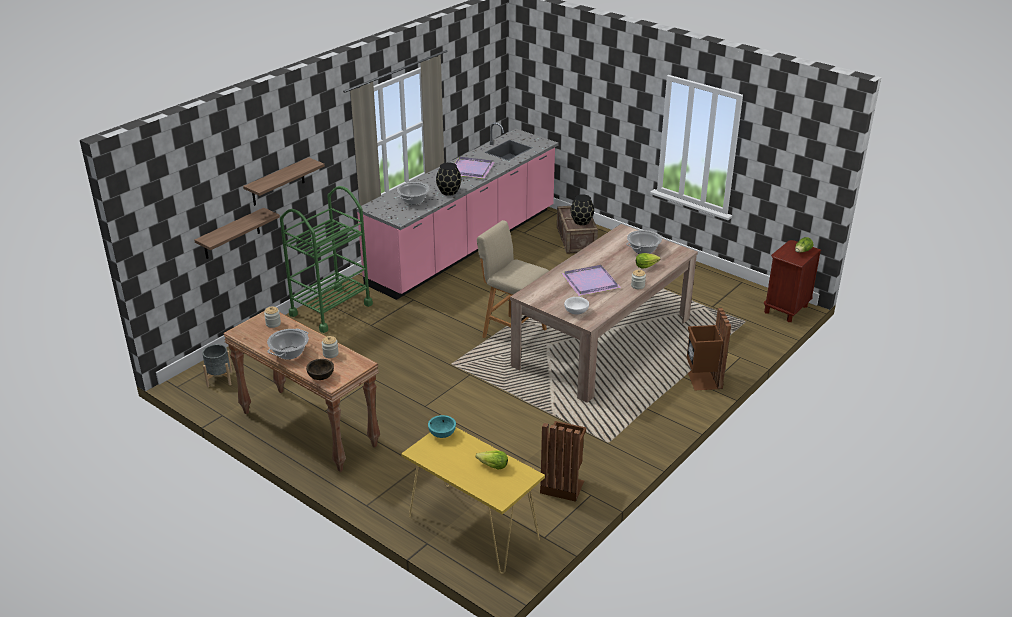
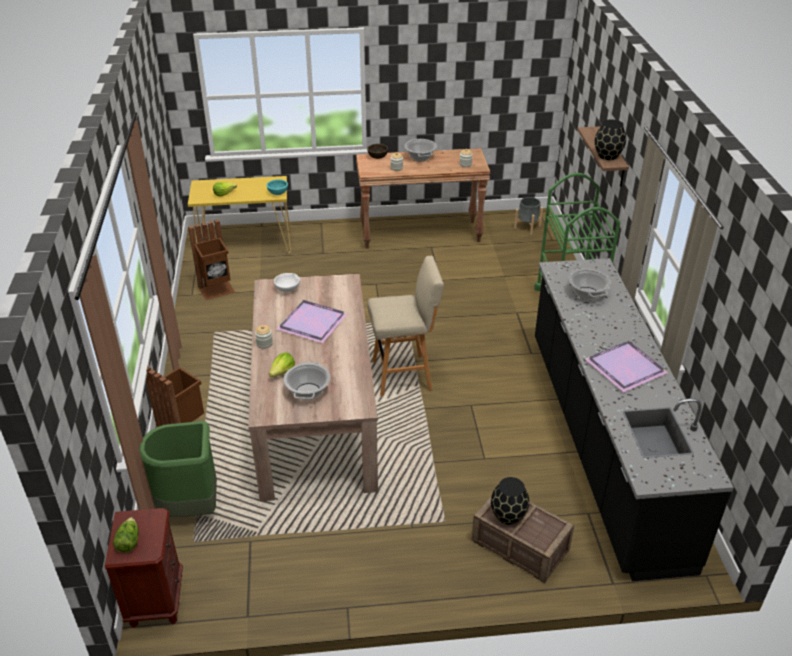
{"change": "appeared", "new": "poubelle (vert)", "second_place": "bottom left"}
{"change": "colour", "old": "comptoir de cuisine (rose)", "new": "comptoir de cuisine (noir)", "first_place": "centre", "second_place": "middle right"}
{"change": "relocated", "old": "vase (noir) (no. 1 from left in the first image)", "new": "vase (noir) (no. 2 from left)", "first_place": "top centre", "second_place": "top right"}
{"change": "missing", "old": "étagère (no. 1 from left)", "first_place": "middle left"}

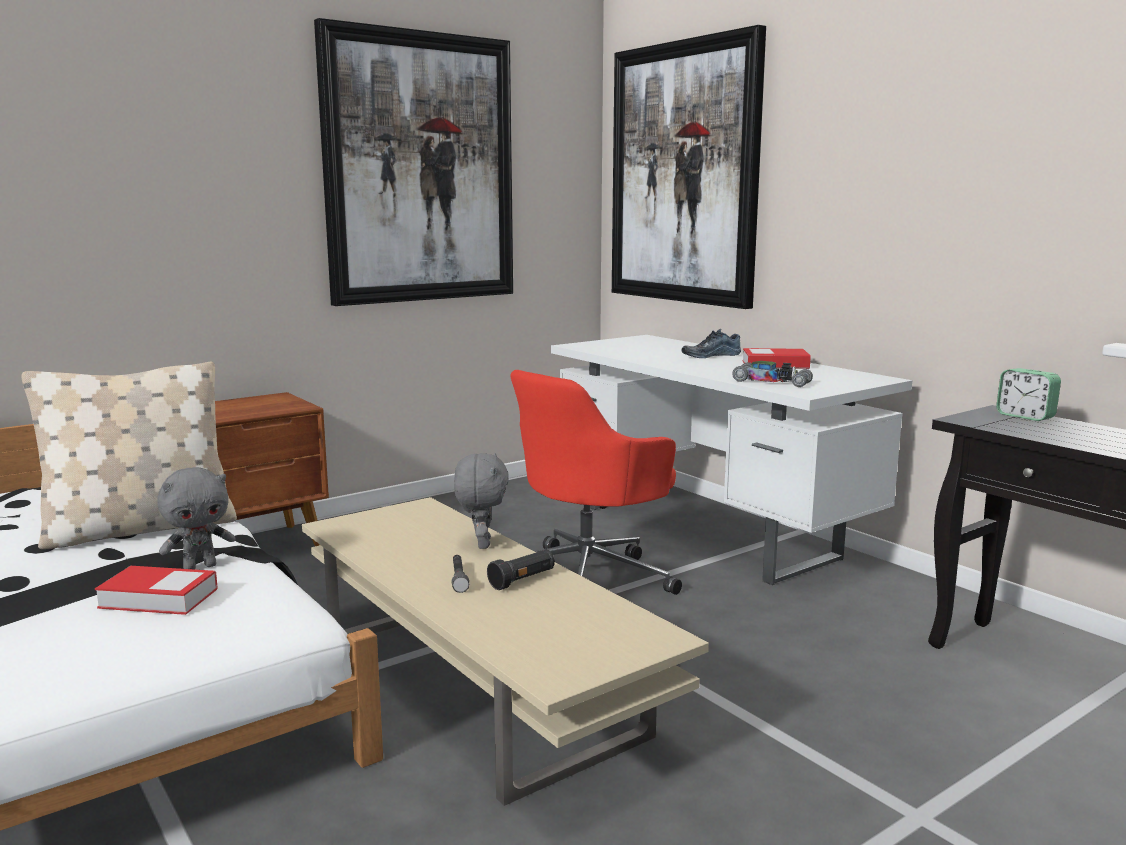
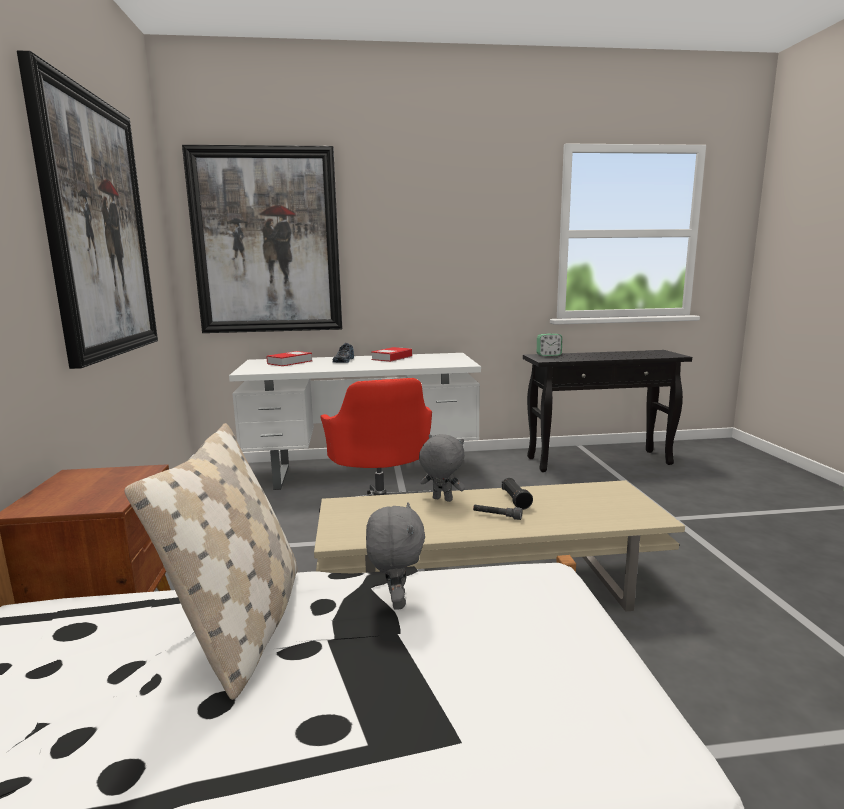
{"change": "relocated", "old": "livre (no. 1 from left)", "first_place": "bottom left", "second_place": "centre"}
{"change": "missing", "old": "petite voiture", "first_place": "middle right"}

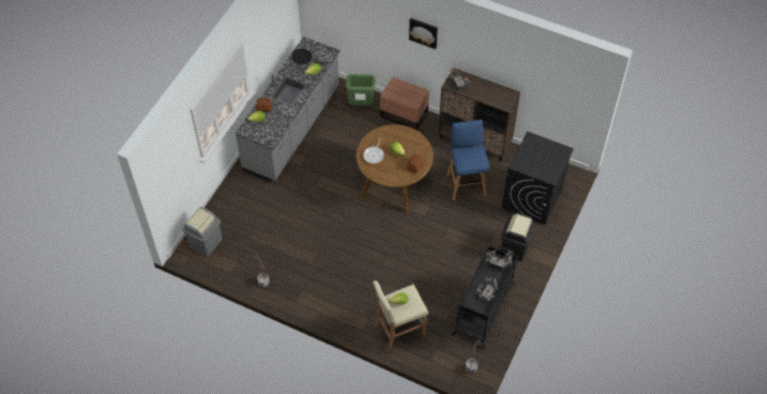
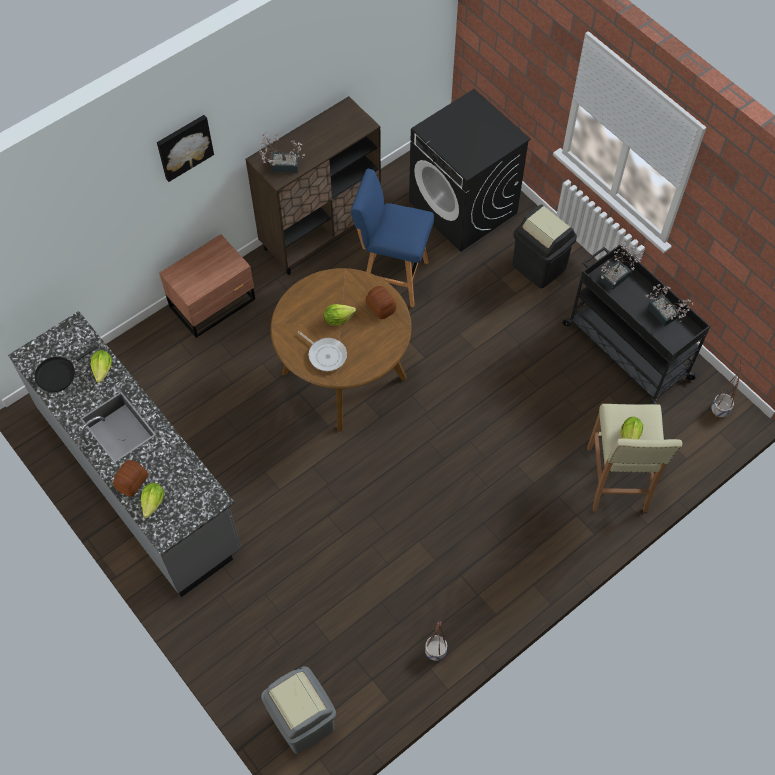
{"change": "missing", "old": "poubelle (vert)", "first_place": "top centre"}

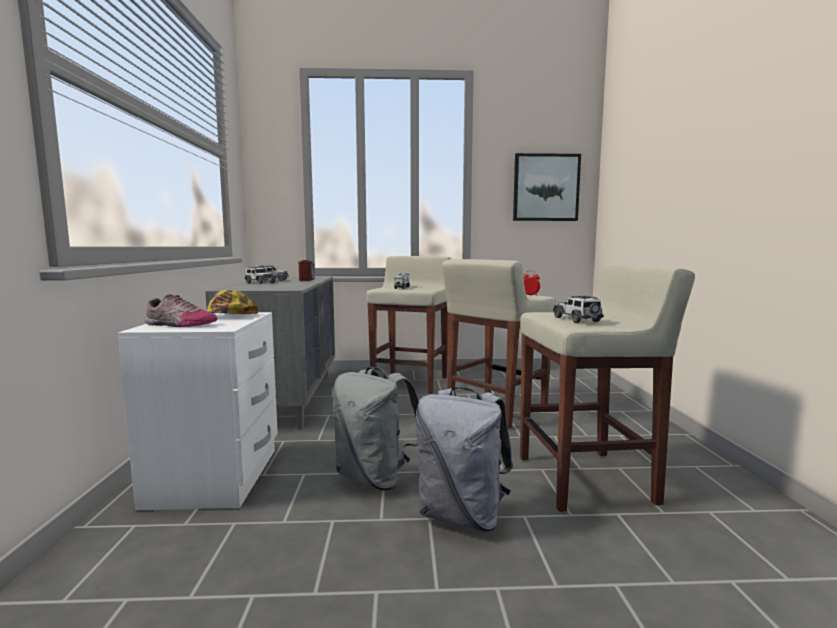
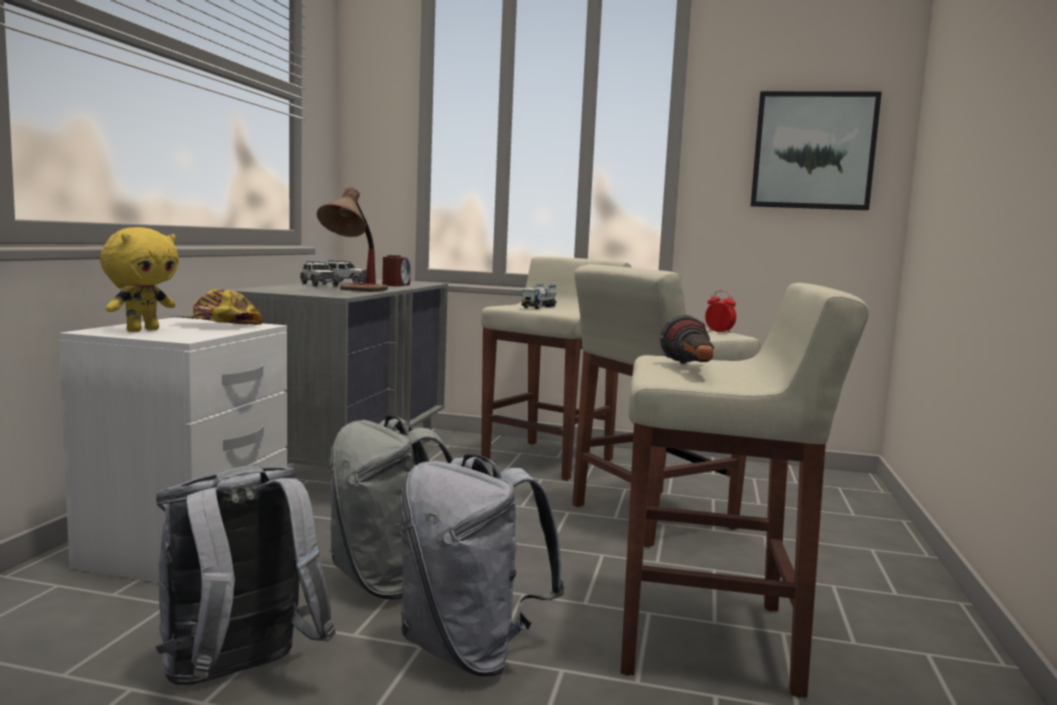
{"change": "exchanged", "old": "chaussure", "new": "peluche (jaune)", "first_place": "middle left", "second_place": "middle left"}
{"change": "appeared", "new": "sac à dos (gris) (no. 1 from left)", "second_place": "bottom left"}
{"change": "appeared", "new": "lampe de table", "second_place": "middle left"}
{"change": "exchanged", "old": "petite voiture (no. 3 from left)", "new": "lampe de poche", "first_place": "middle right", "second_place": "centre"}

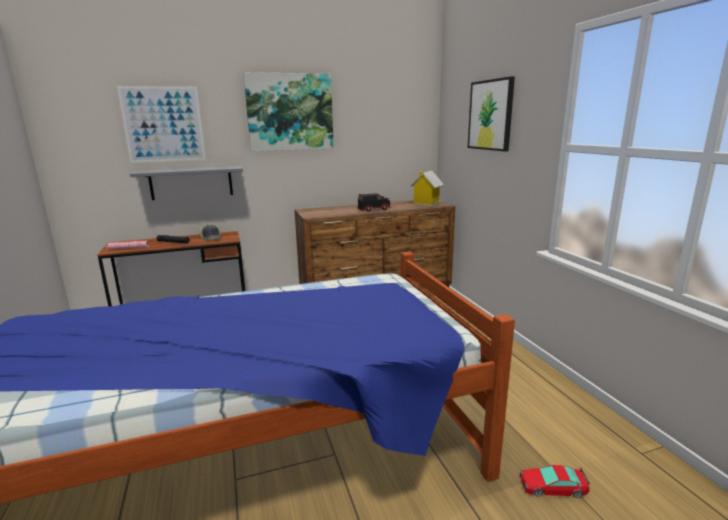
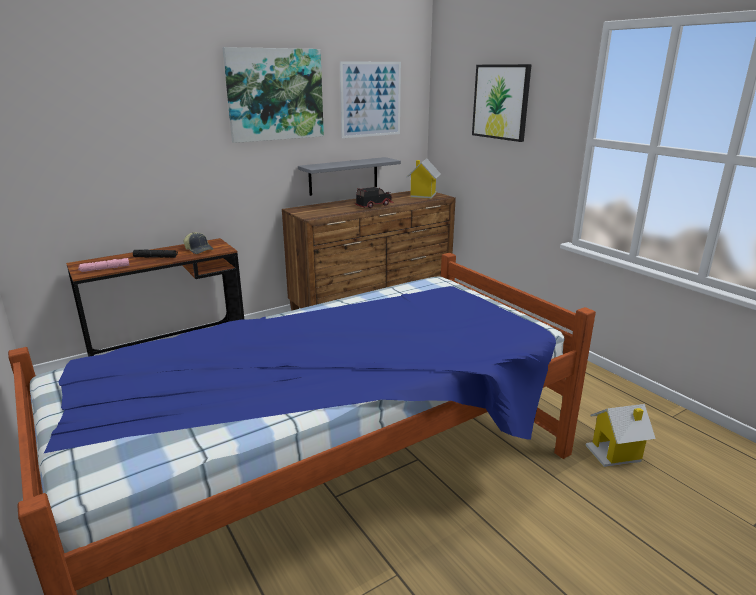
{"change": "relocated", "old": "étagère (gris)", "first_place": "middle left", "second_place": "top centre"}
{"change": "relocated", "old": "tableau (no. 1 from left in the first image)", "new": "tableau (no. 2 from left)", "first_place": "top left", "second_place": "top centre"}
{"change": "exchanged", "old": "petite voiture", "new": "maison miniature (no. 2 from left)", "first_place": "bottom right", "second_place": "bottom right"}

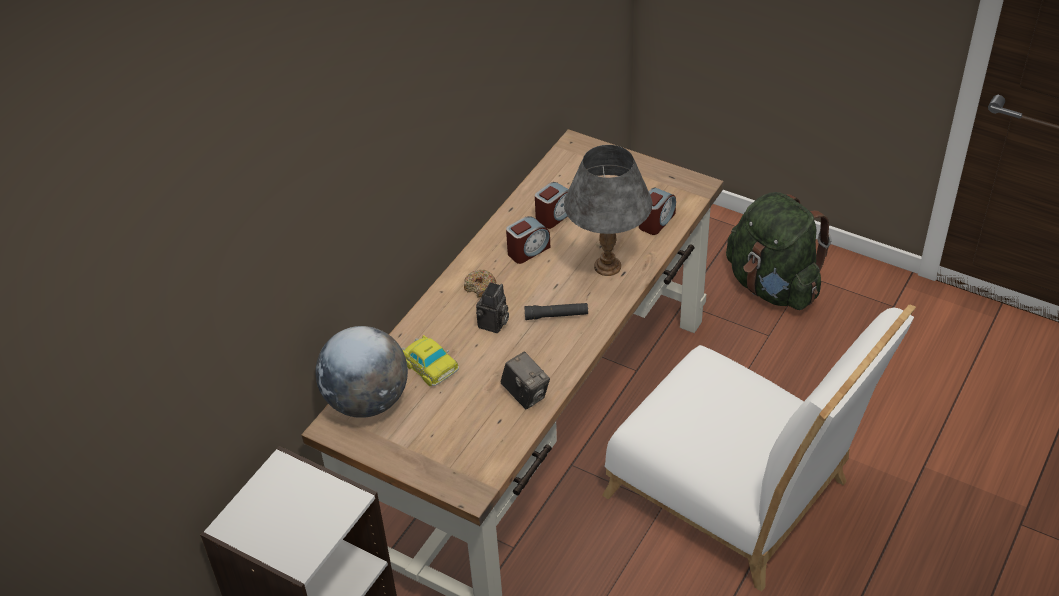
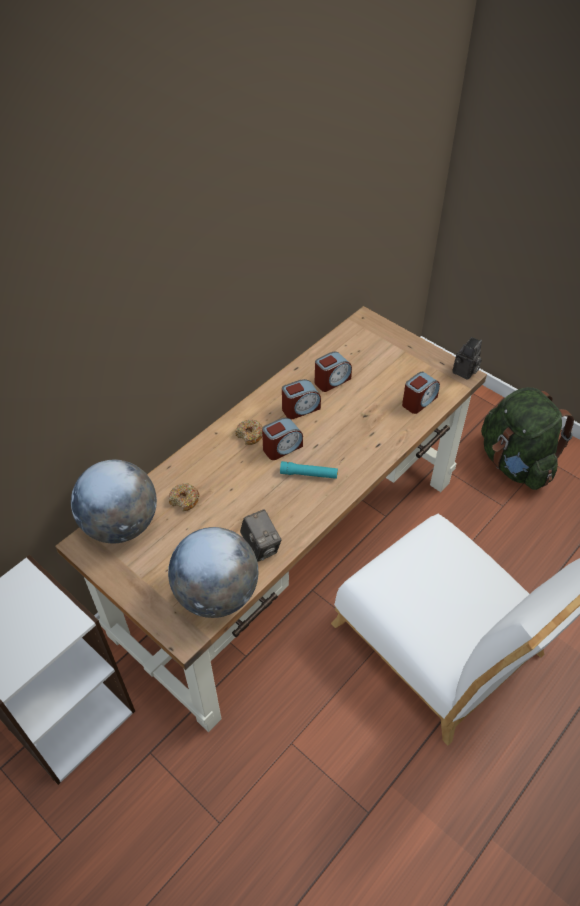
{"change": "appeared", "new": "globe (no. 2 from left)", "second_place": "centre"}
{"change": "exchanged", "old": "petite voiture", "new": "beignet (no. 1 from left)", "first_place": "centre", "second_place": "middle left"}
{"change": "appeared", "new": "réveil (no. 1 from left)", "second_place": "centre"}
{"change": "colour", "old": "lampe de poche (noir)", "new": "lampe de poche (turquoise)", "first_place": "centre", "second_place": "centre"}
{"change": "relocated", "old": "appareil photo (no. 1 from left in the first image)", "new": "appareil photo (no. 2 from left)", "first_place": "centre", "second_place": "middle right"}
{"change": "missing", "old": "lampe de table (gris)", "first_place": "centre"}

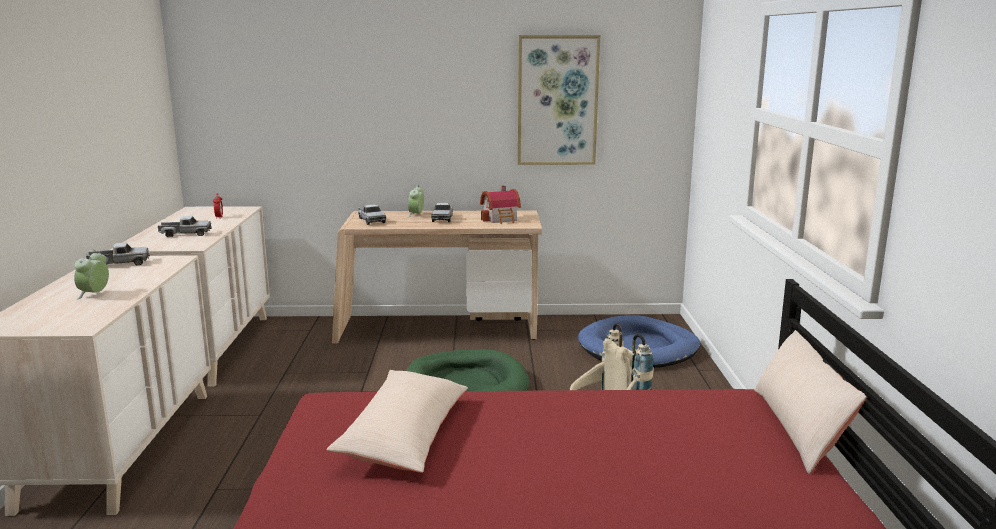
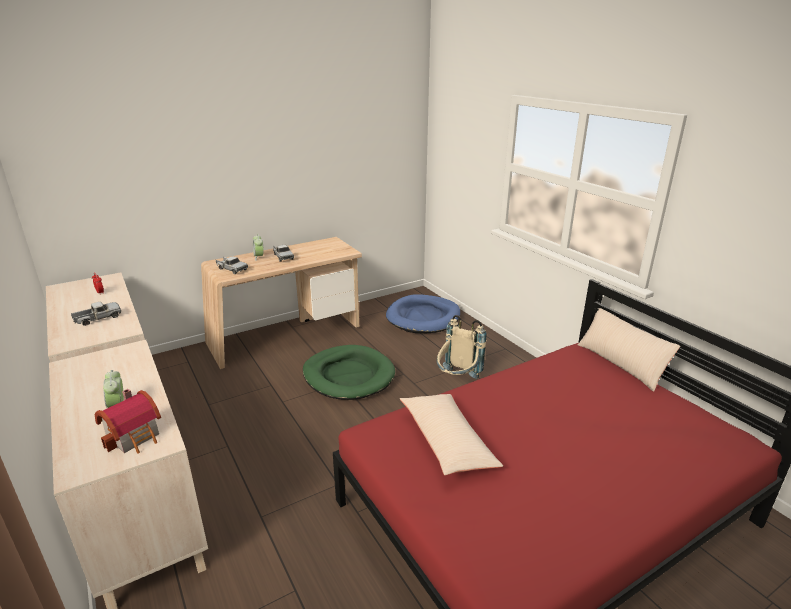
{"change": "relocated", "old": "maison miniature", "first_place": "centre", "second_place": "bottom left"}
{"change": "missing", "old": "camion jouet (no. 1 from left)", "first_place": "middle left"}
{"change": "missing", "old": "tableau", "first_place": "top centre"}

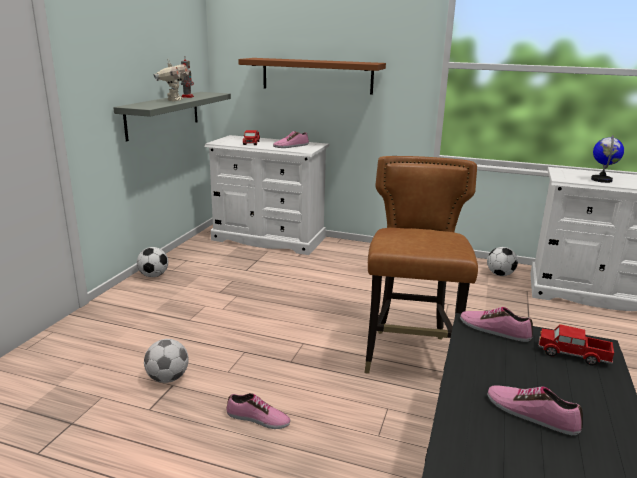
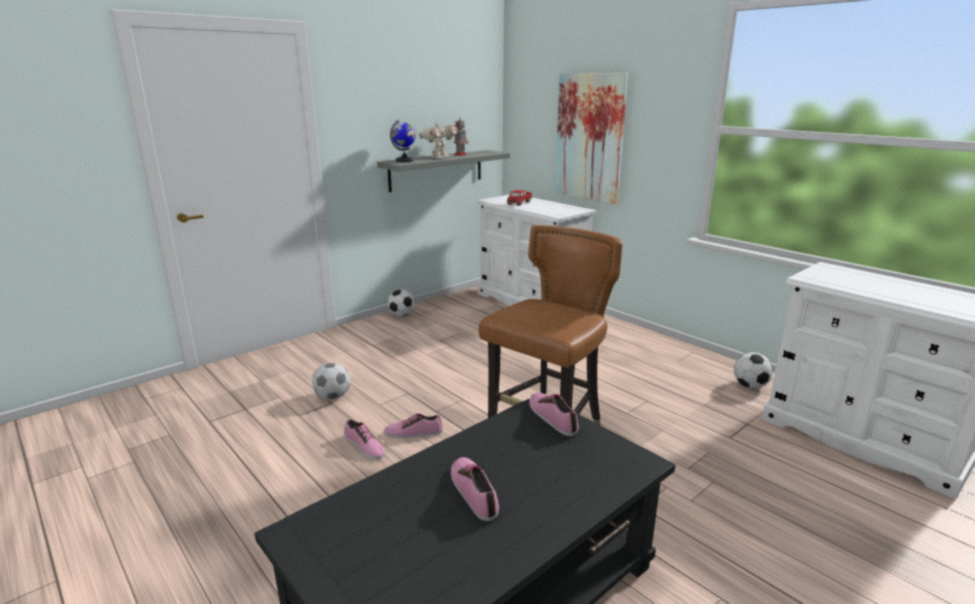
{"change": "relocated", "old": "chaussure (no. 2 from left)", "first_place": "top centre", "second_place": "bottom centre"}
{"change": "relocated", "old": "globe", "first_place": "top right", "second_place": "top centre"}
{"change": "exchanged", "old": "étagère (marron)", "new": "tableau", "first_place": "top centre", "second_place": "top centre"}
{"change": "missing", "old": "camion jouet (no. 2 from left)", "first_place": "bottom right"}

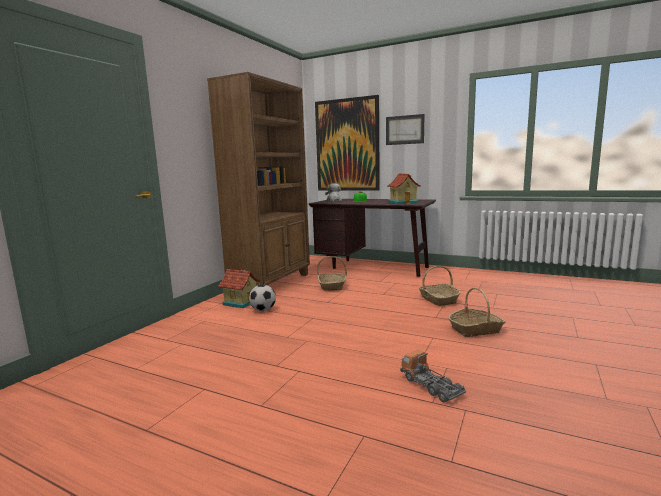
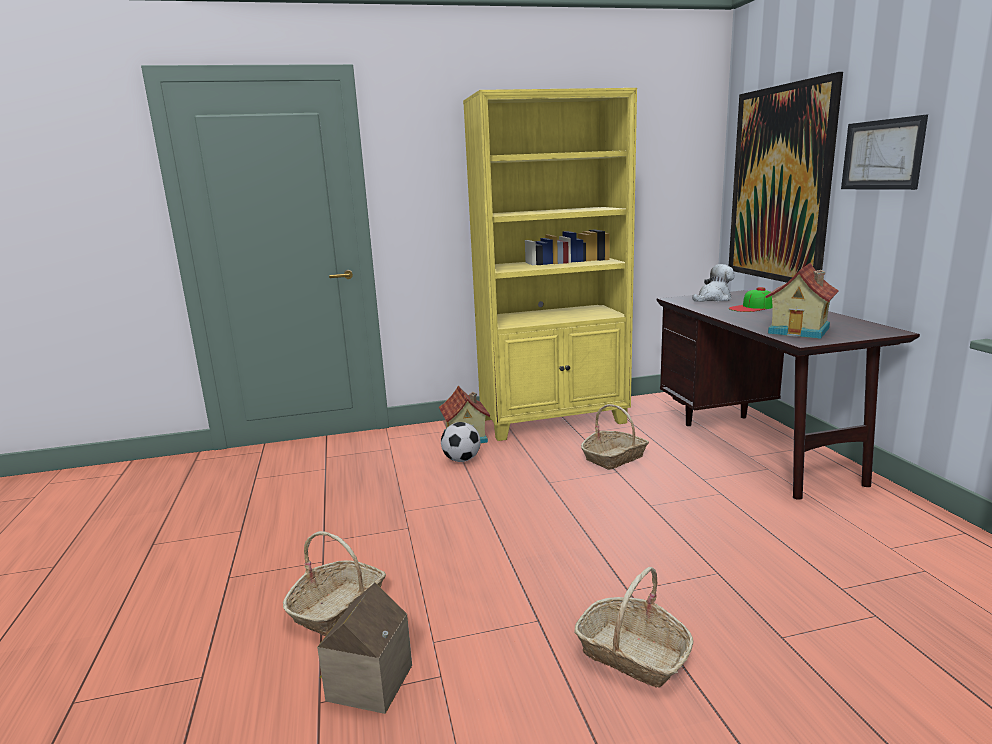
{"change": "relocated", "old": "panier (no. 2 from left in the first image)", "new": "panier (no. 1 from left)", "first_place": "centre", "second_place": "bottom centre"}
{"change": "exchanged", "old": "camion jouet", "new": "maison miniature (no. 1 from left)", "first_place": "bottom centre", "second_place": "bottom centre"}
{"change": "colour", "old": "bibliothèque (marron)", "new": "bibliothèque (jaune)", "first_place": "centre", "second_place": "centre"}

